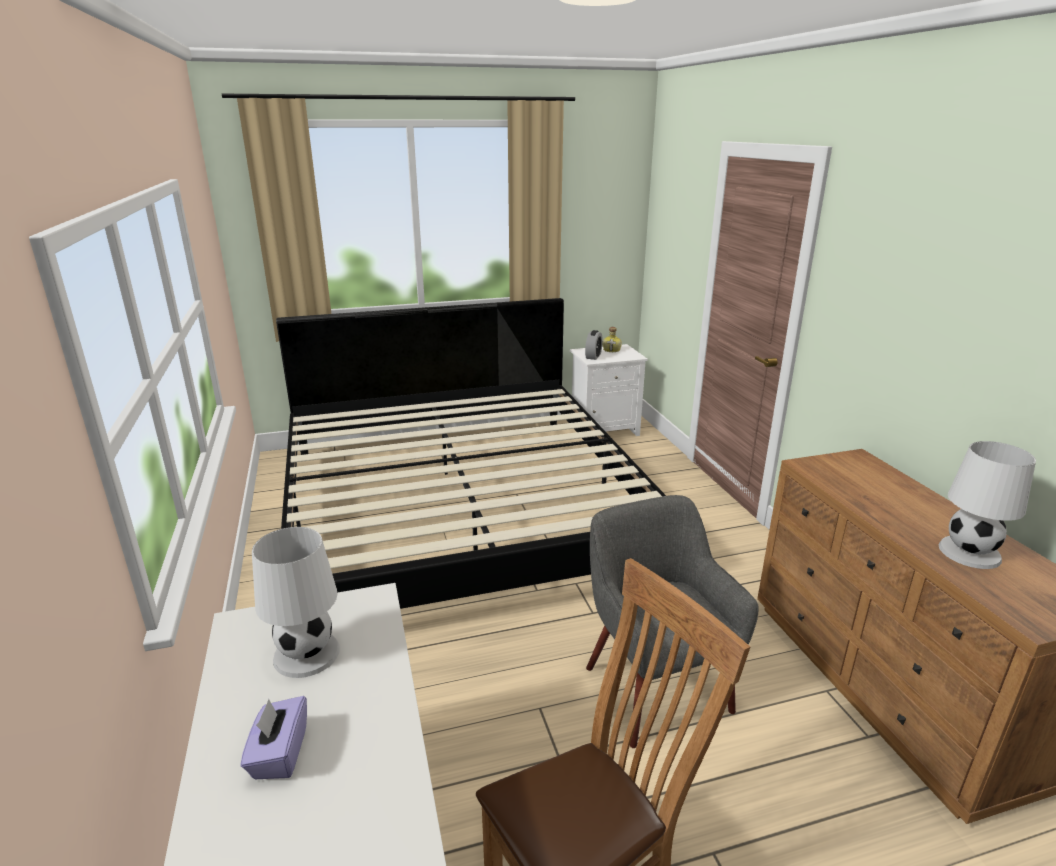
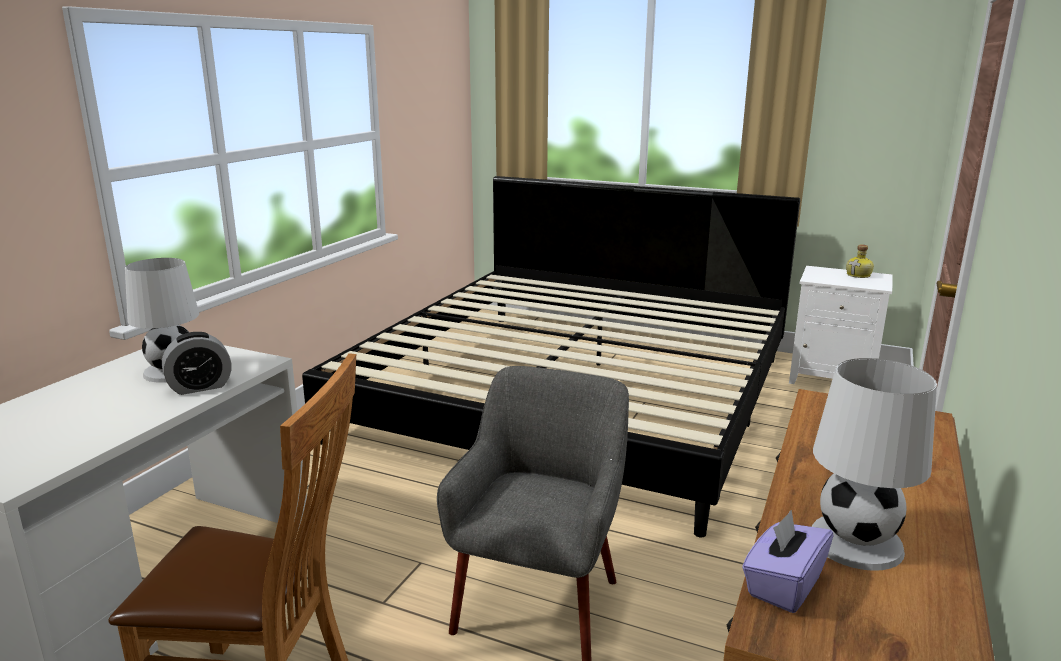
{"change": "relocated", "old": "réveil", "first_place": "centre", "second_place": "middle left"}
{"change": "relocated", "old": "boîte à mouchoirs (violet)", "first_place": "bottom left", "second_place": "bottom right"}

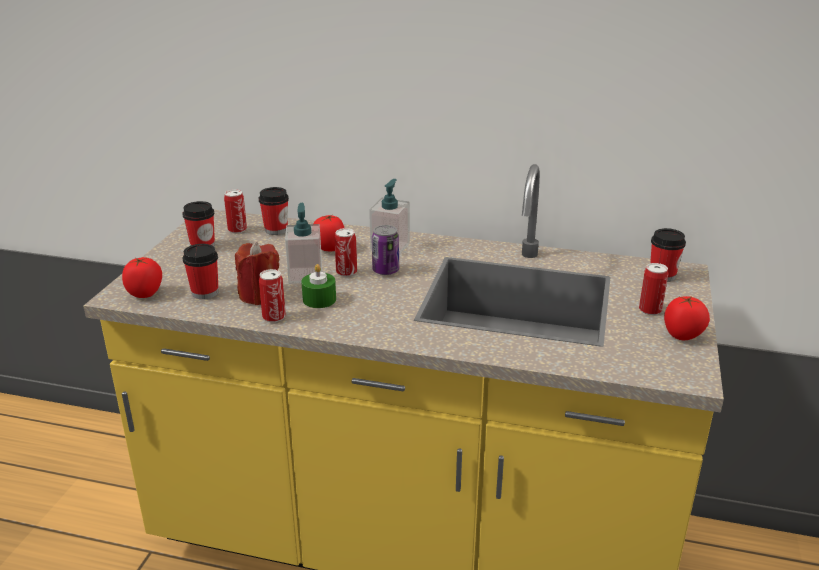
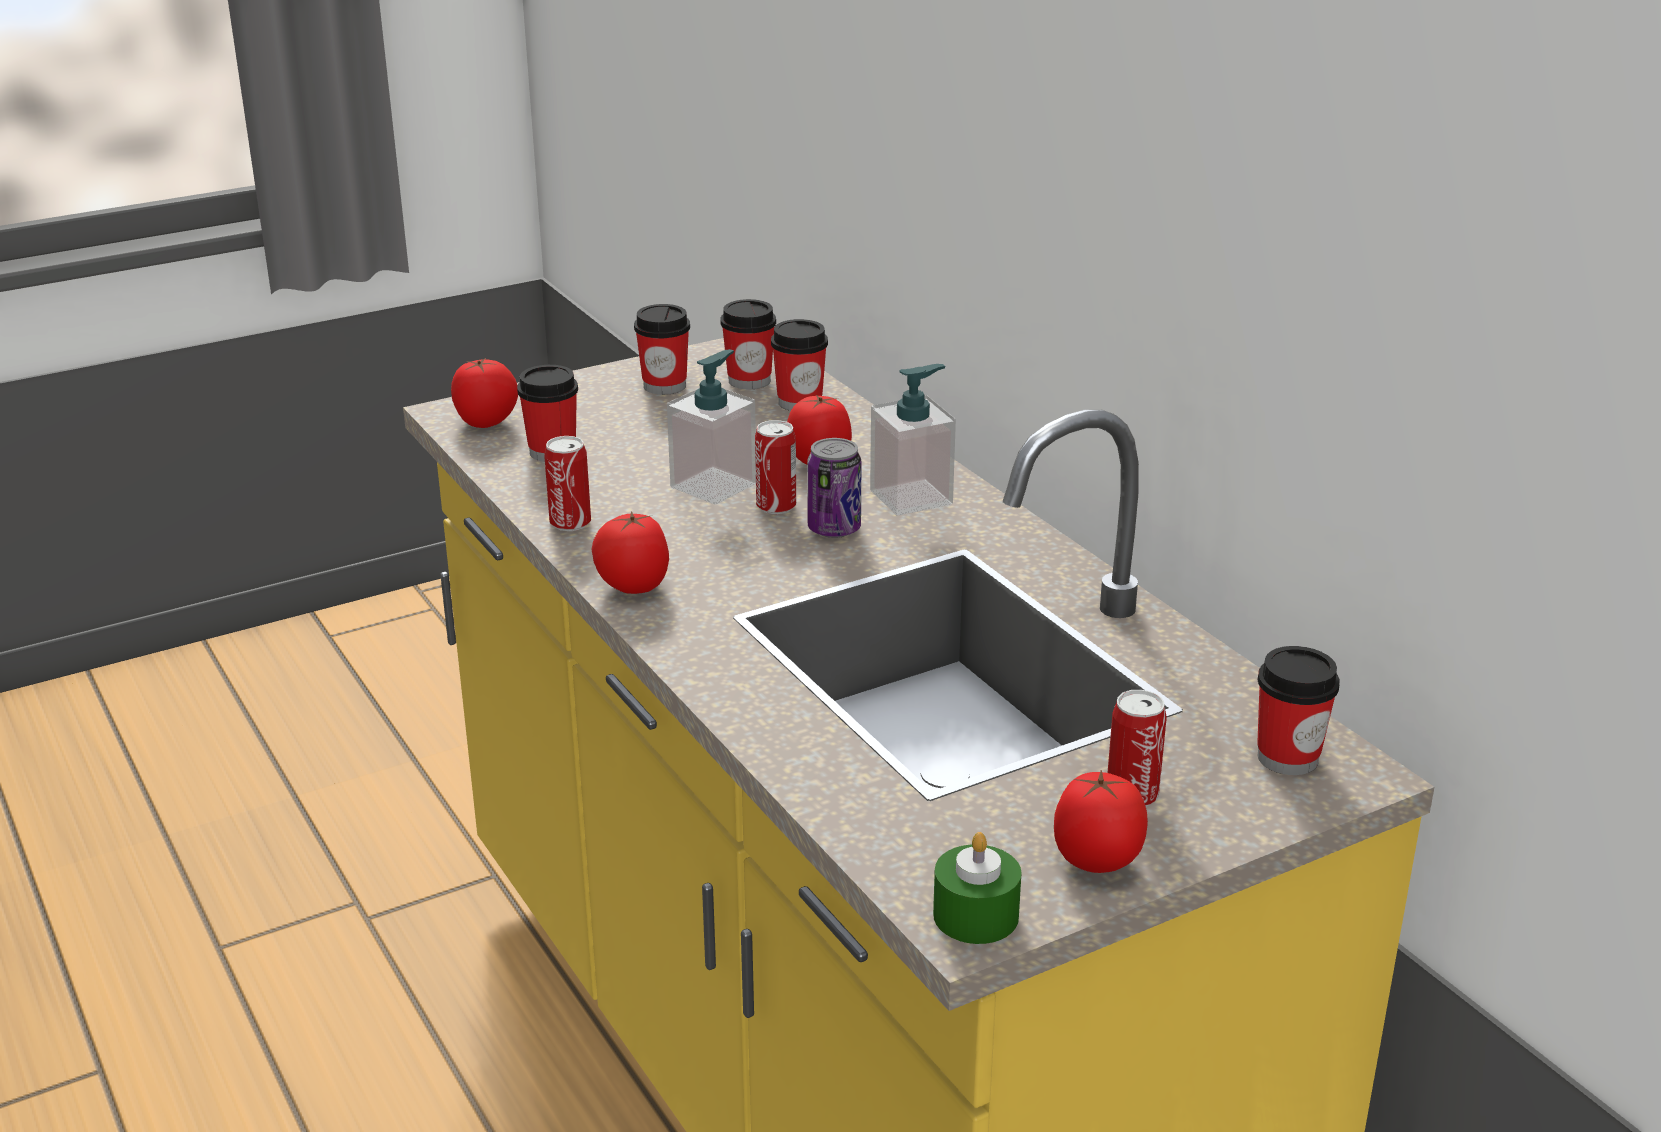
{"change": "appeared", "new": "tomate (no. 2 from left)", "second_place": "centre"}
{"change": "exchanged", "old": "boîte métallique (no. 1 from left)", "new": "tasse (no. 3 from left)", "first_place": "middle left", "second_place": "top centre"}
{"change": "relocated", "old": "bougie (vert)", "first_place": "centre", "second_place": "bottom centre"}
{"change": "missing", "old": "bougie (rouge)", "first_place": "middle left"}

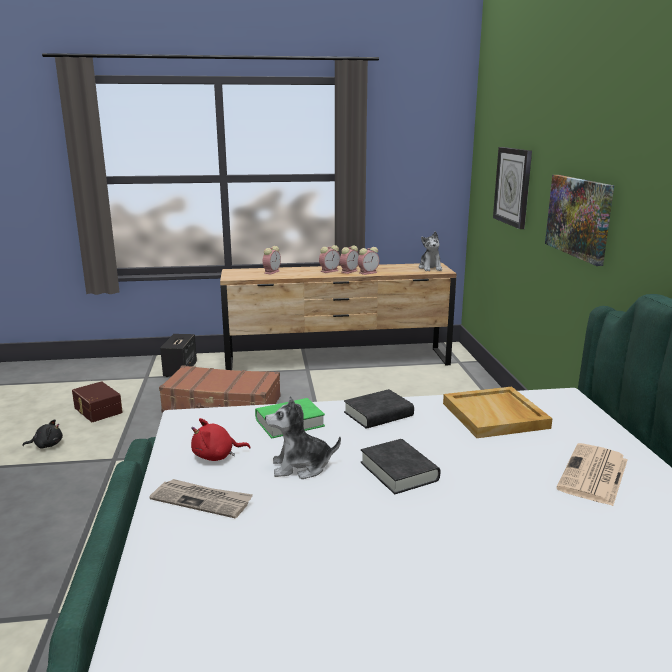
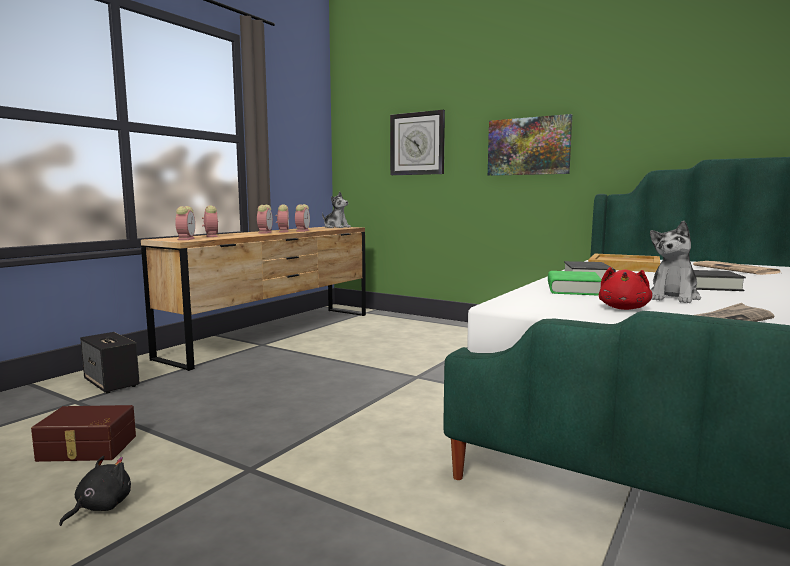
{"change": "appeared", "new": "réveil (no. 1 from left)", "second_place": "middle left"}
{"change": "missing", "old": "valise (marron)", "first_place": "middle left"}

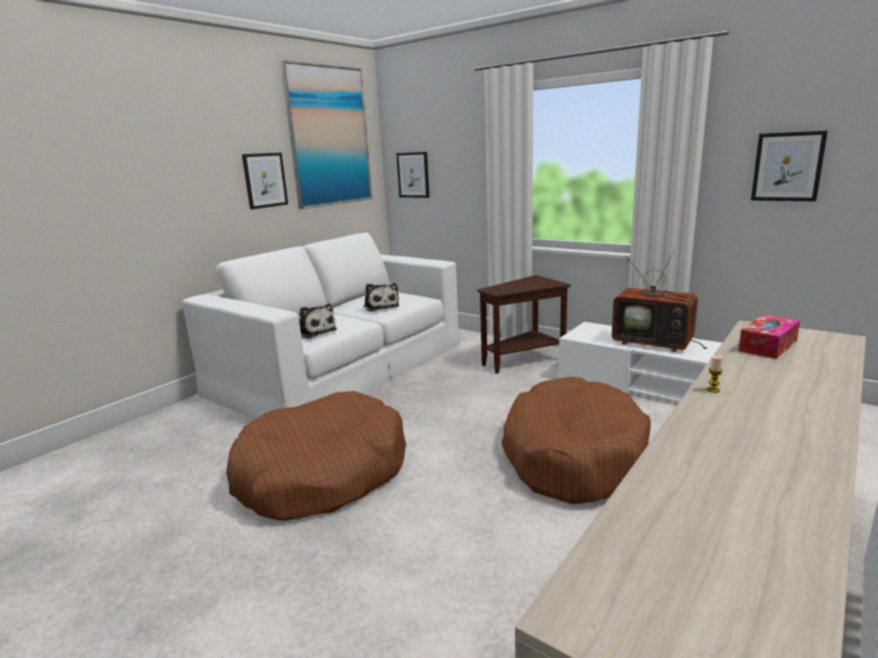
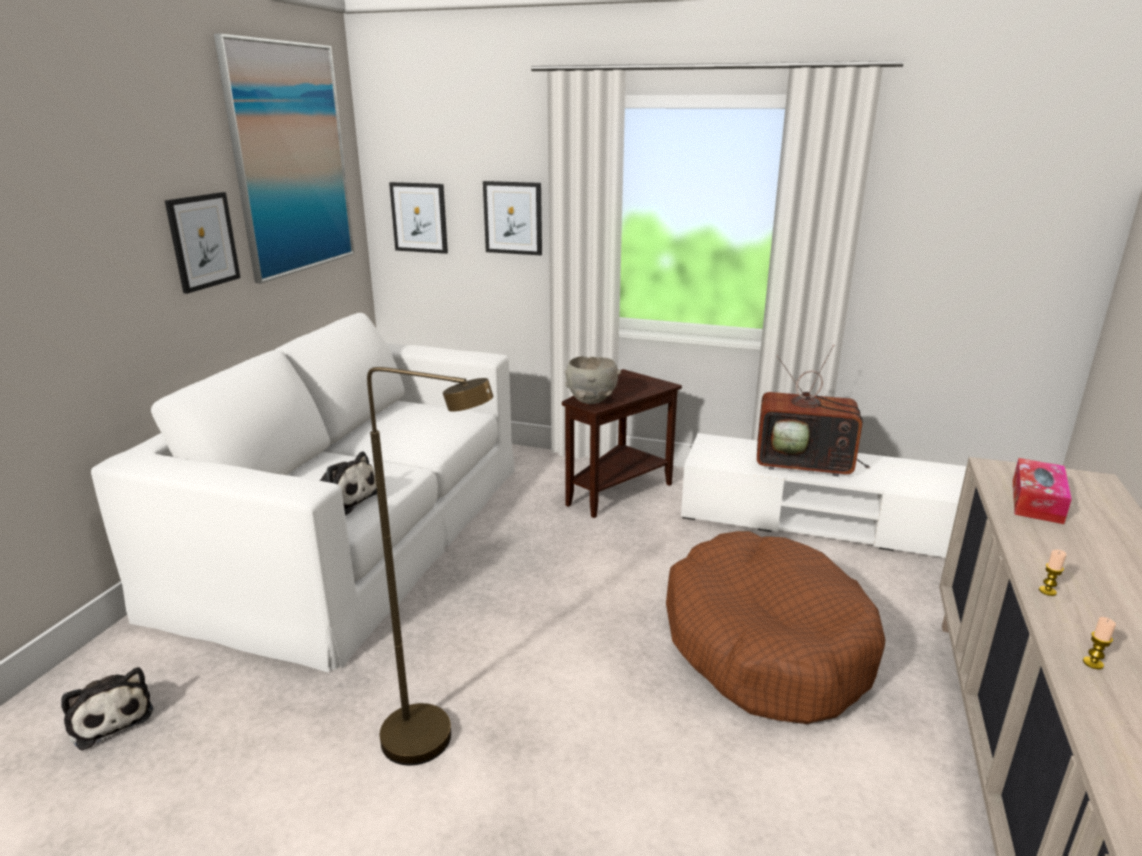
{"change": "relocated", "old": "peluche (no. 2 from left in the first image)", "new": "peluche (no. 1 from left)", "first_place": "centre", "second_place": "bottom left"}
{"change": "exchanged", "old": "panier pour chien (marron) (no. 1 from left)", "new": "lampadaire (marron)", "first_place": "bottom centre", "second_place": "centre"}
{"change": "relocated", "old": "tableau (no. 4 from left)", "first_place": "top right", "second_place": "top centre"}
{"change": "appeared", "new": "bol (gris)", "second_place": "centre"}
{"change": "appeared", "new": "bougie (no. 2 from left)", "second_place": "bottom right"}

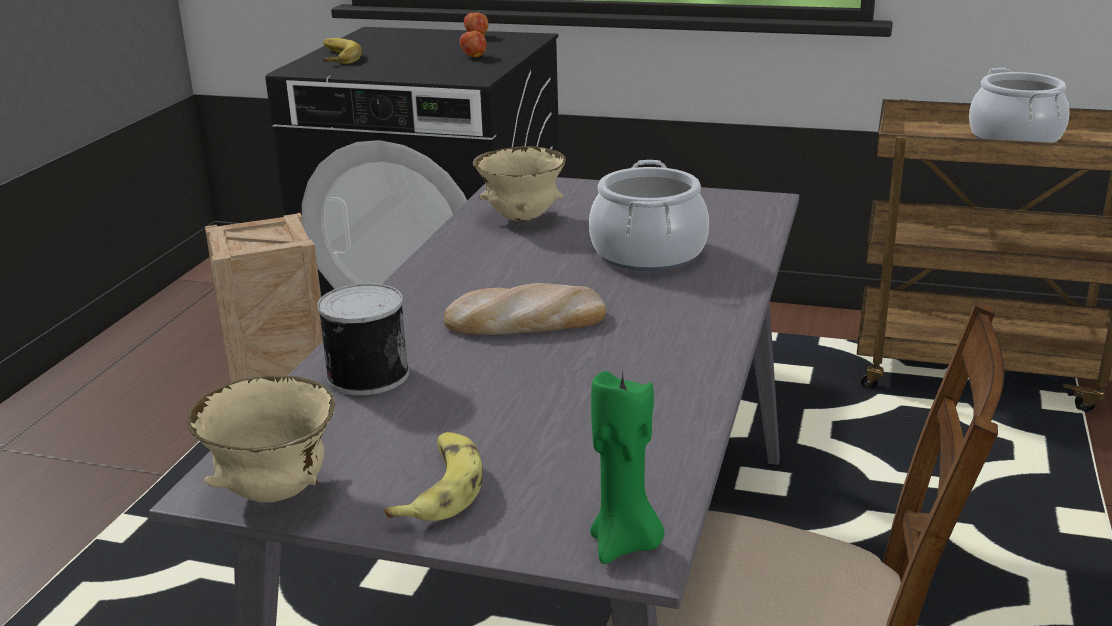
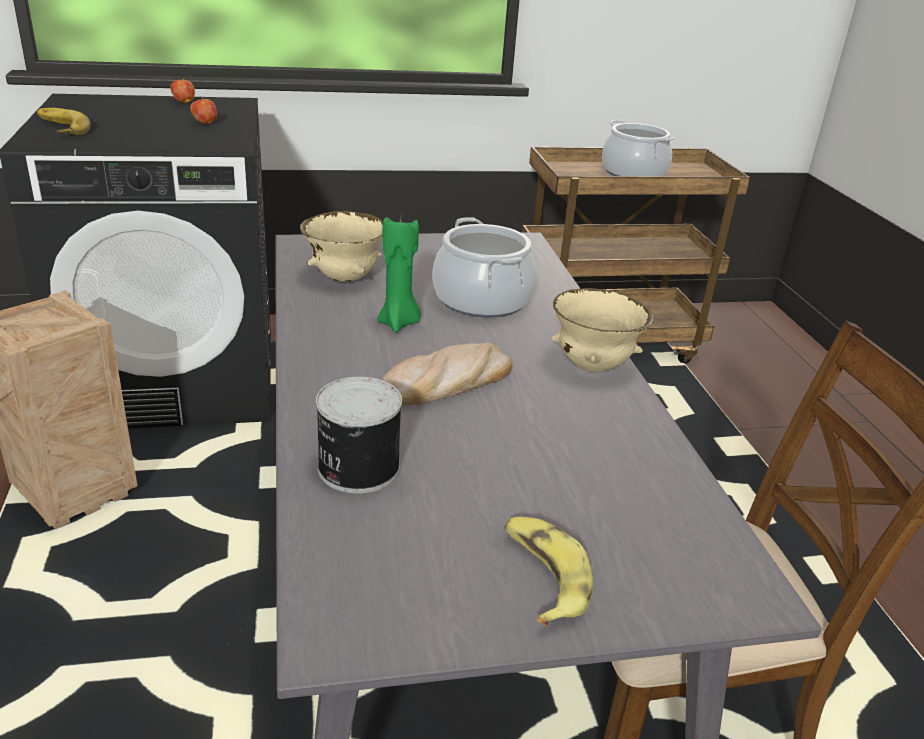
{"change": "relocated", "old": "bougie (vert)", "first_place": "bottom centre", "second_place": "centre"}
{"change": "relocated", "old": "bol (beige) (no. 1 from left in the first image)", "new": "bol (beige) (no. 2 from left)", "first_place": "bottom left", "second_place": "centre"}

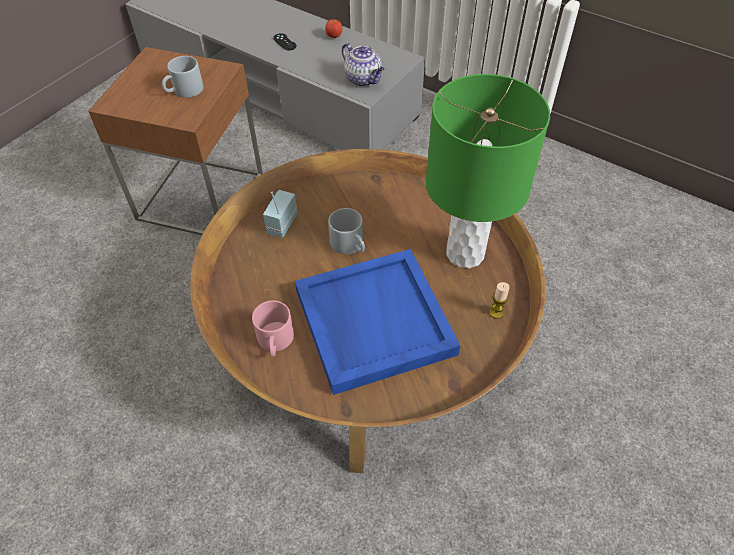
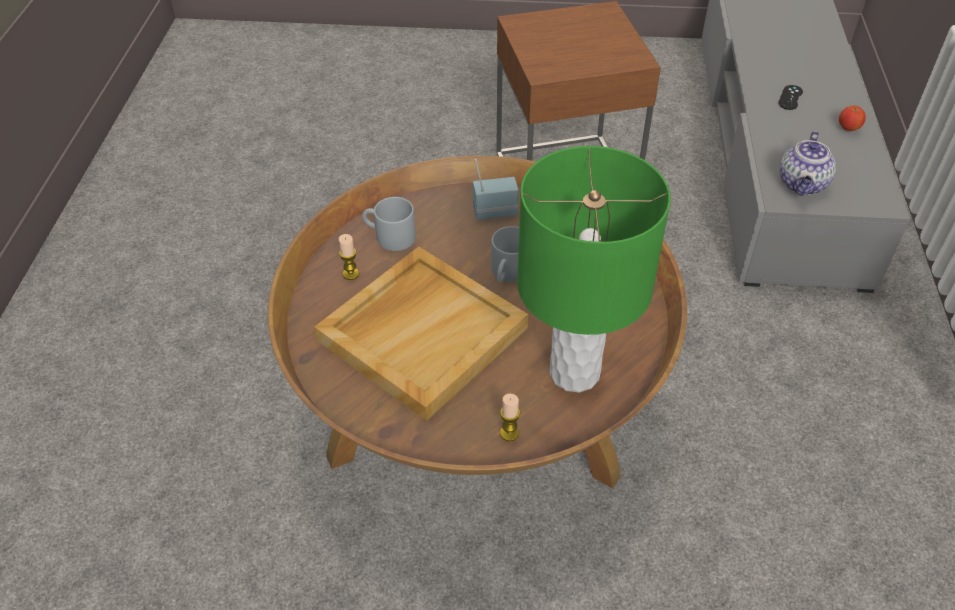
{"change": "colour", "old": "plateau (bleu)", "new": "plateau (beige)", "first_place": "centre", "second_place": "centre"}
{"change": "exchanged", "old": "mug (rose)", "new": "bougie (no. 1 from left)", "first_place": "centre", "second_place": "centre"}
{"change": "relocated", "old": "mug (gris) (no. 1 from left)", "first_place": "top left", "second_place": "centre"}

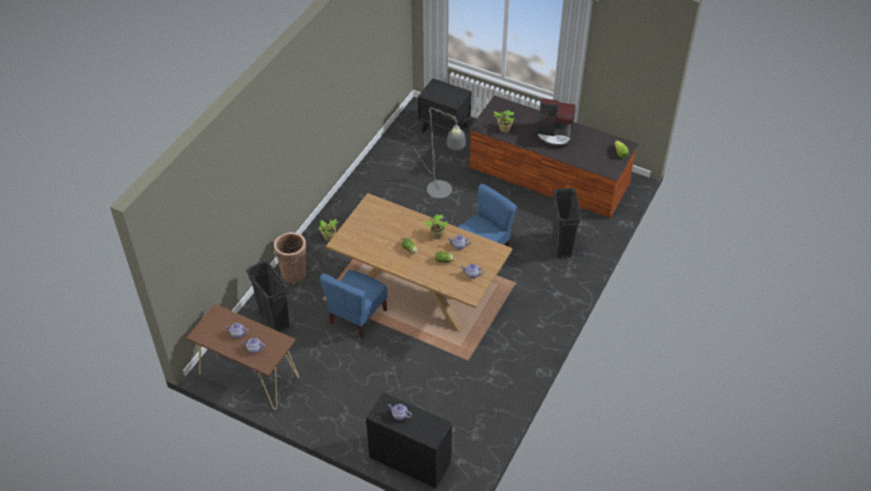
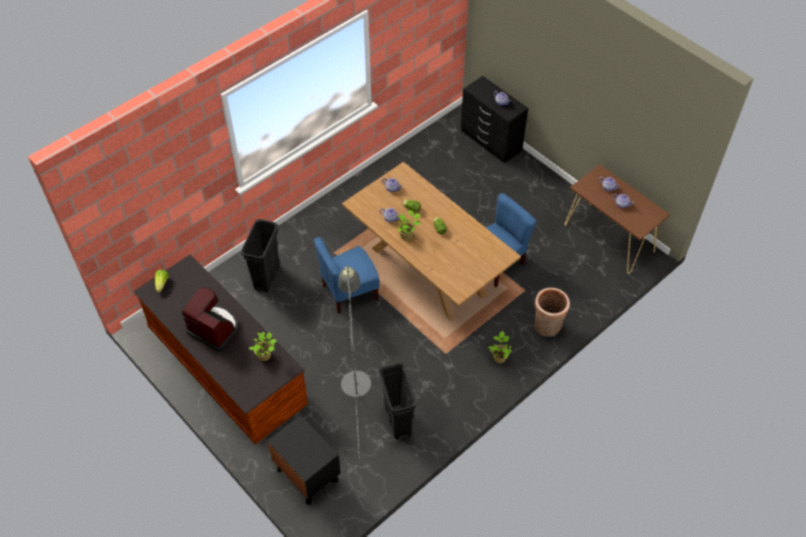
{"change": "relocated", "old": "poubelle (noir) (no. 1 from left in the first image)", "new": "poubelle (noir) (no. 2 from left)", "first_place": "middle left", "second_place": "bottom centre"}

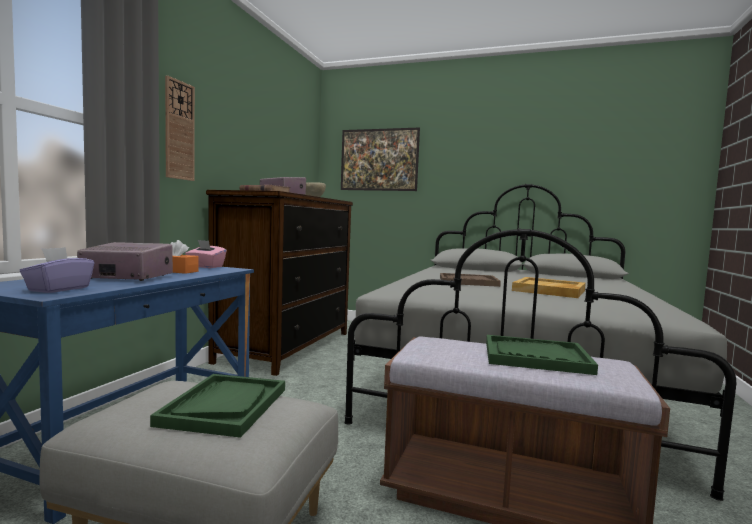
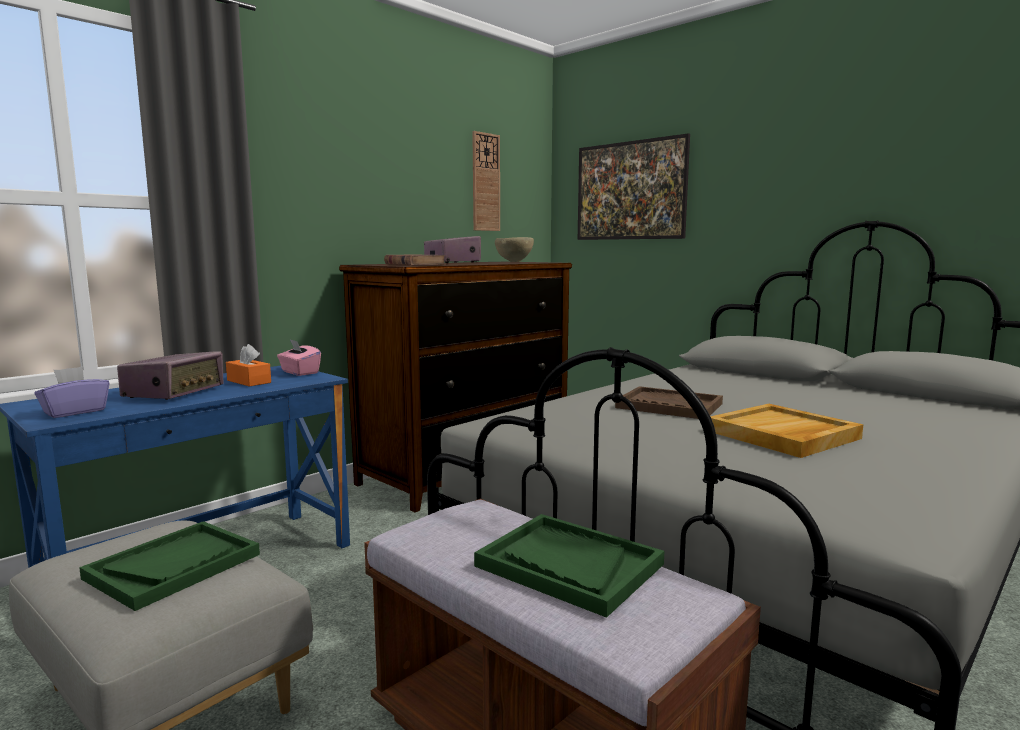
{"change": "spun", "old": "radio (no. 1 from left)", "first_place": "middle left", "second_place": "middle left", "degrees": 75}
{"change": "relocated", "old": "horloge murale", "first_place": "top left", "second_place": "top centre"}

